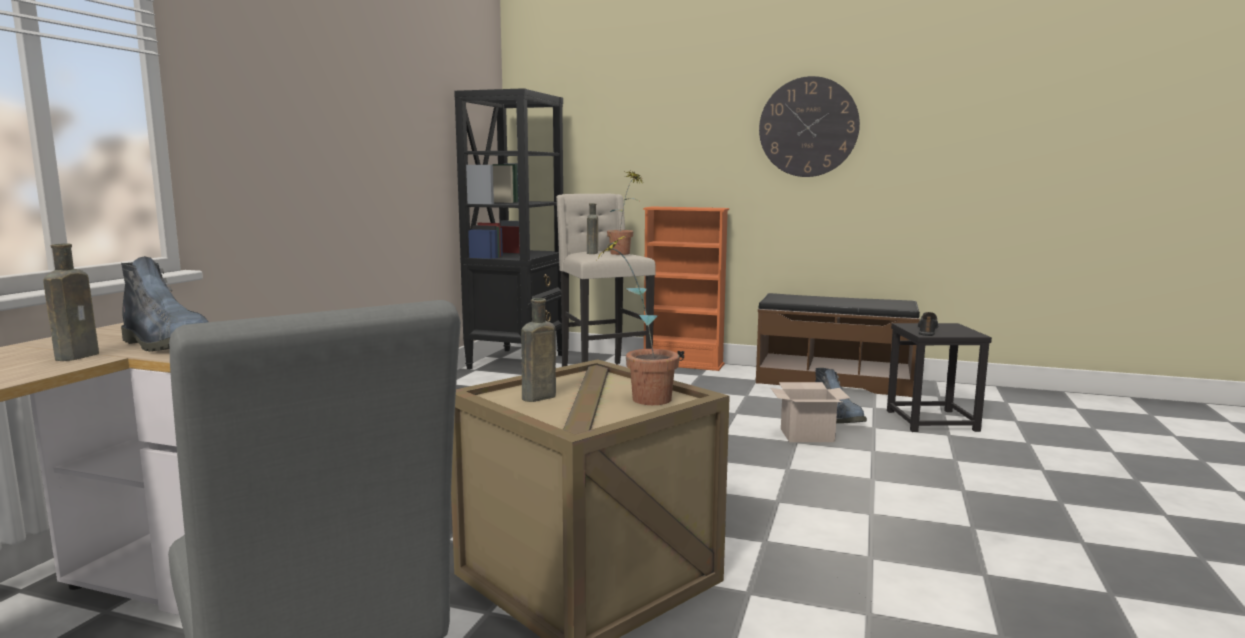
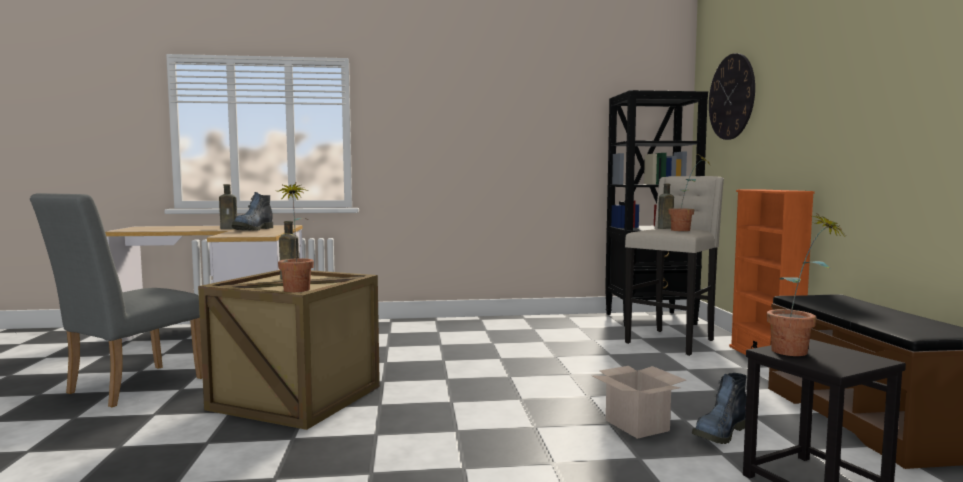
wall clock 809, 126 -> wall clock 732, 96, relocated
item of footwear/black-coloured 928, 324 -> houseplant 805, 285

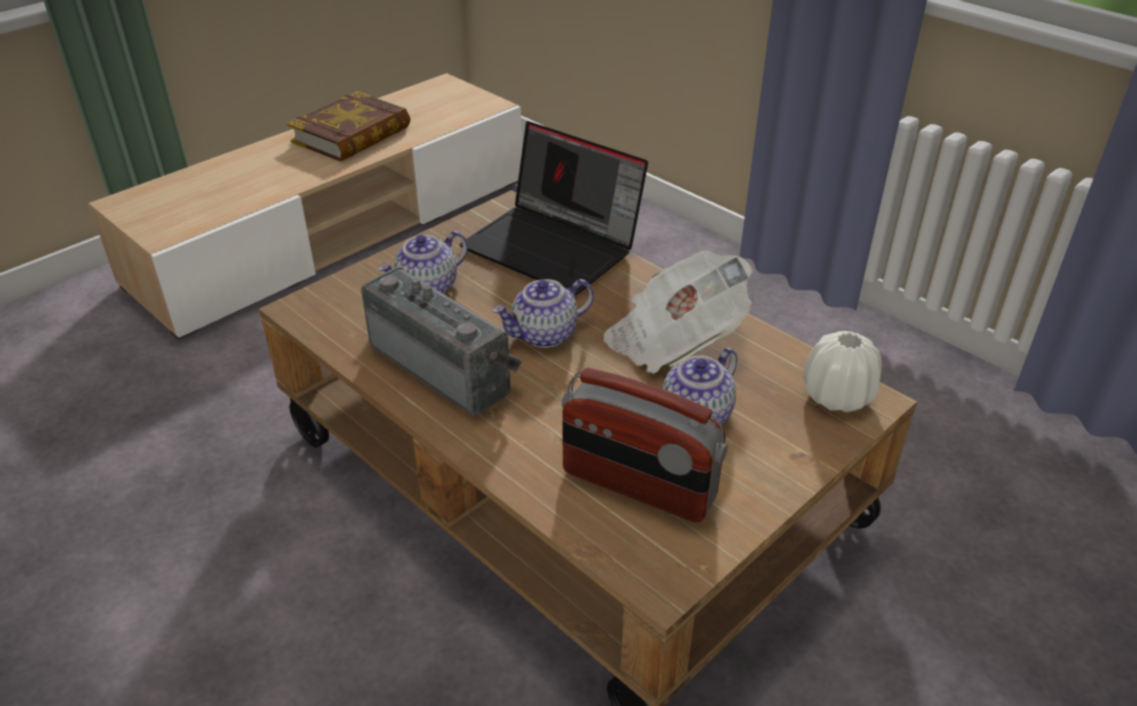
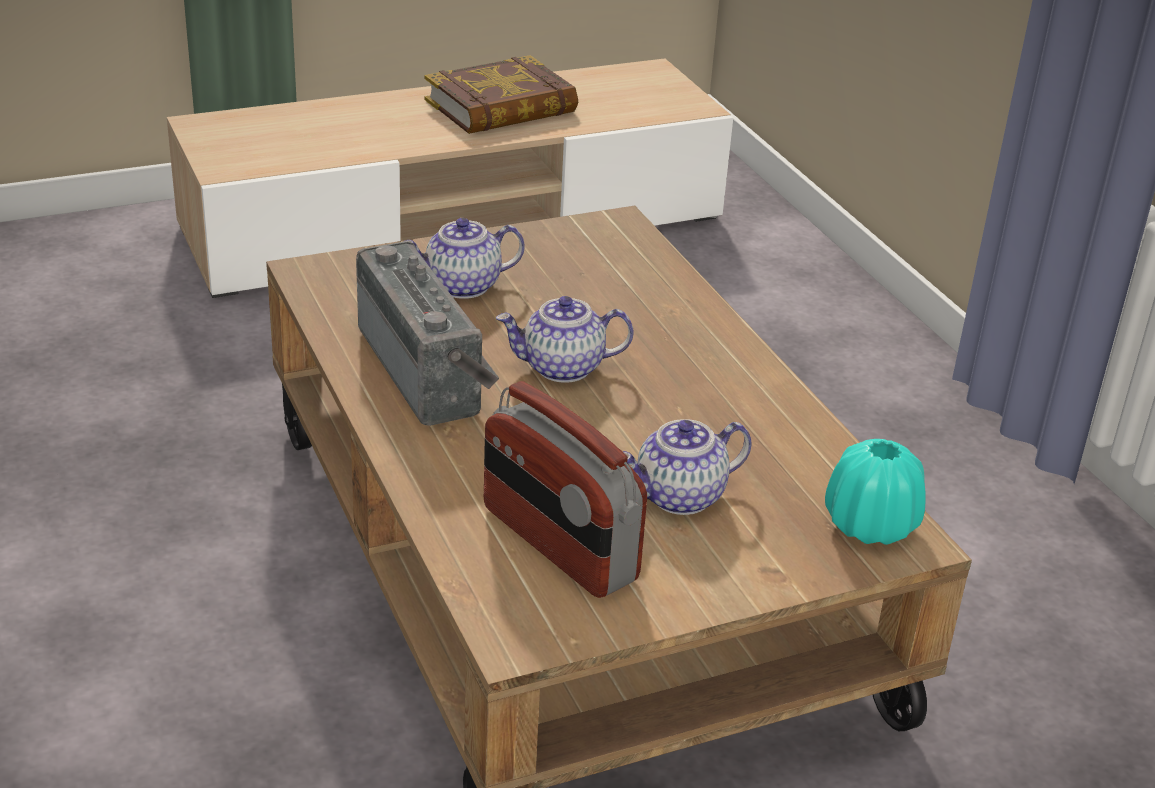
laptop 553, 208 -> none
newspaper 678, 312 -> none
vase/white-coloured 842, 371 -> vase/blue-green 875, 492

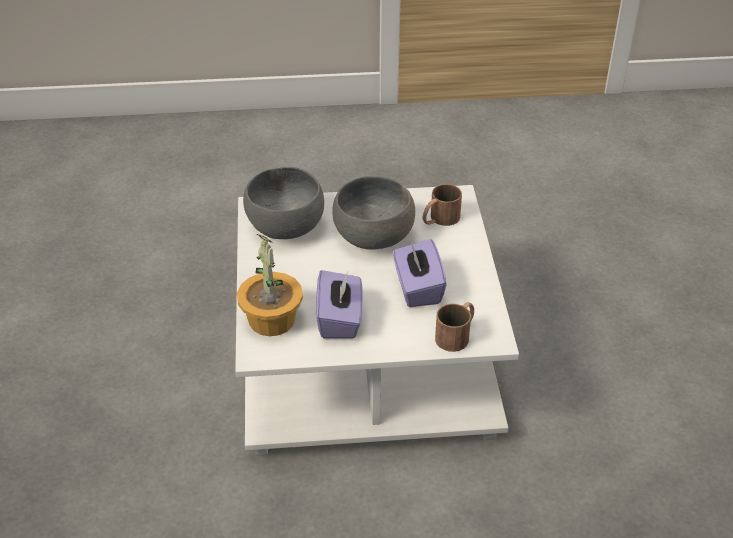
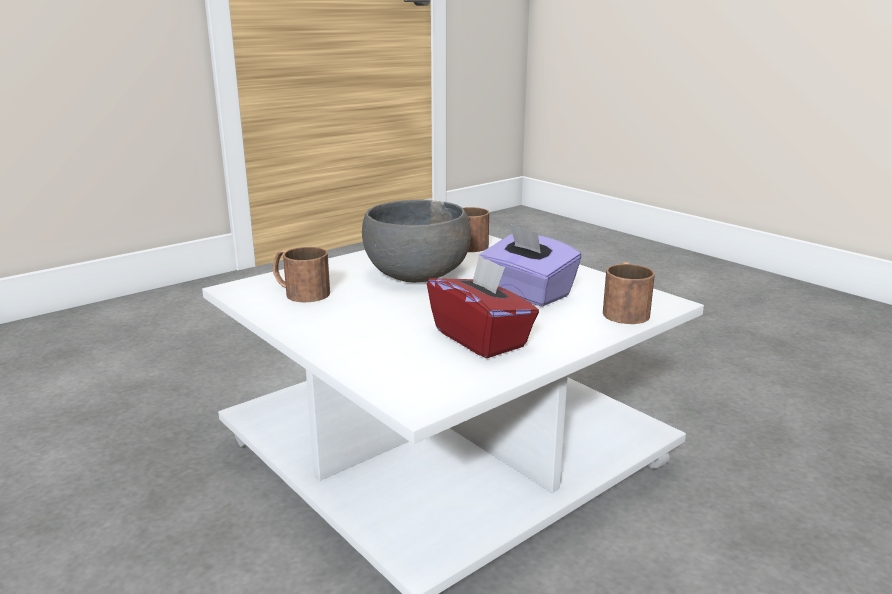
serving bowl/grey 283, 203 -> tea mug/brown 301, 274
houseplant 270, 285 -> none
tissue holder/purple-coloured 339, 304 -> tissue holder/red-coloured 483, 306

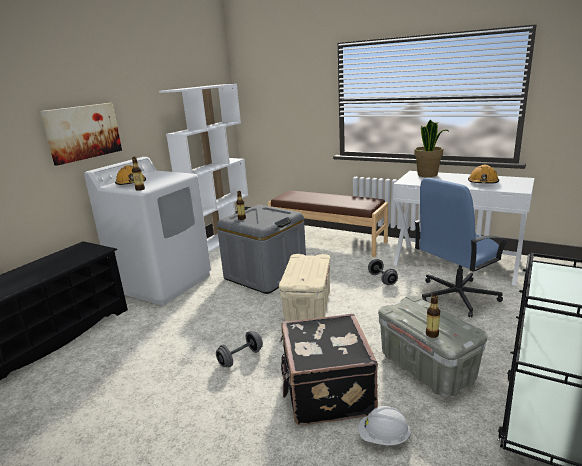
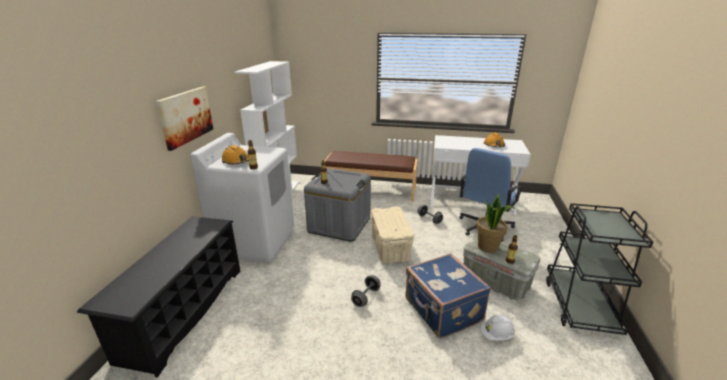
houseplant 431, 148 -> houseplant 495, 223, relocated
suitcase/black-coloured 329, 369 -> suitcase/bluish 448, 296

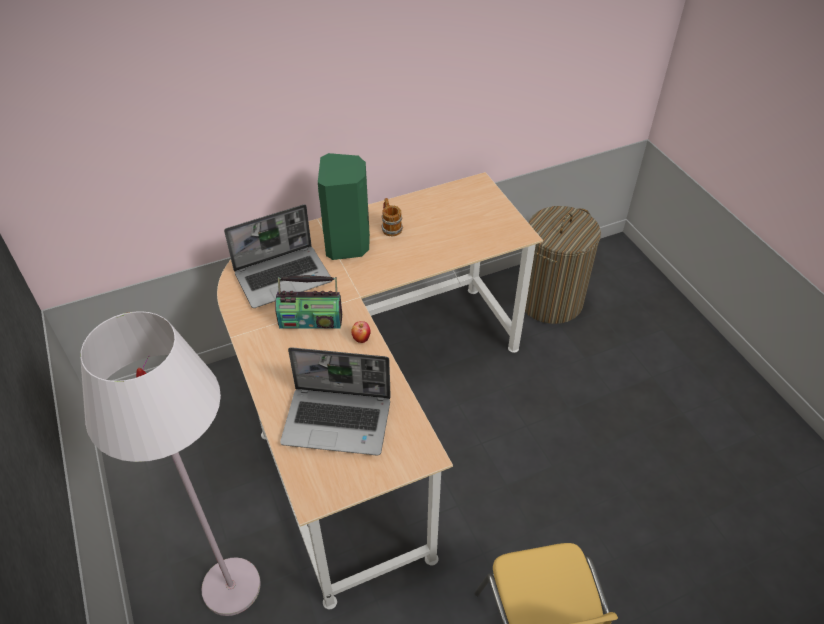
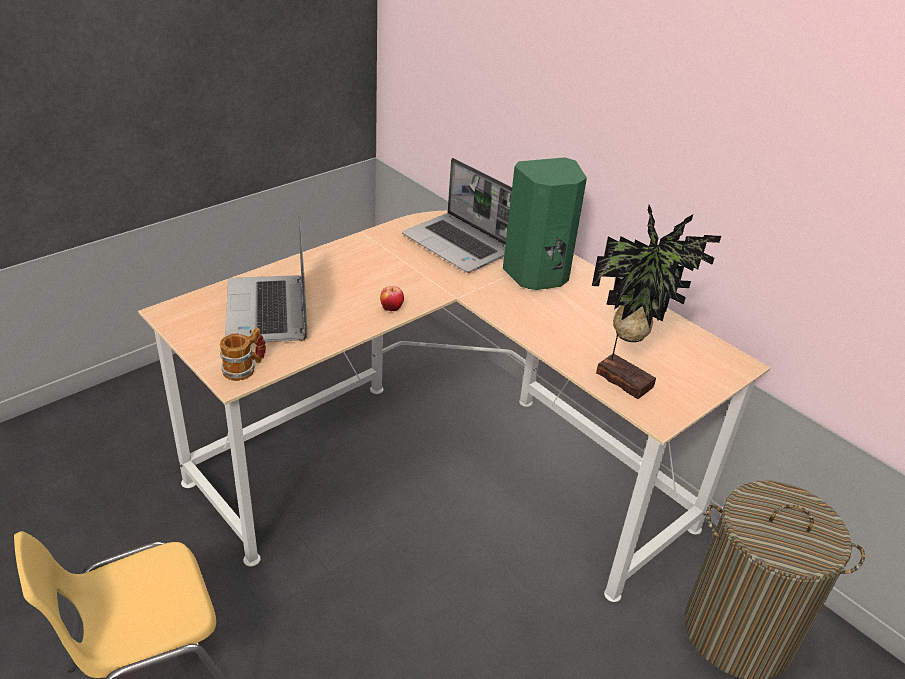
tea mug 392, 217 -> tea mug 243, 354, relocated
radio receiver 308, 302 -> none
floor lamp/white-coloured 170, 463 -> none
none -> houseplant 656, 302

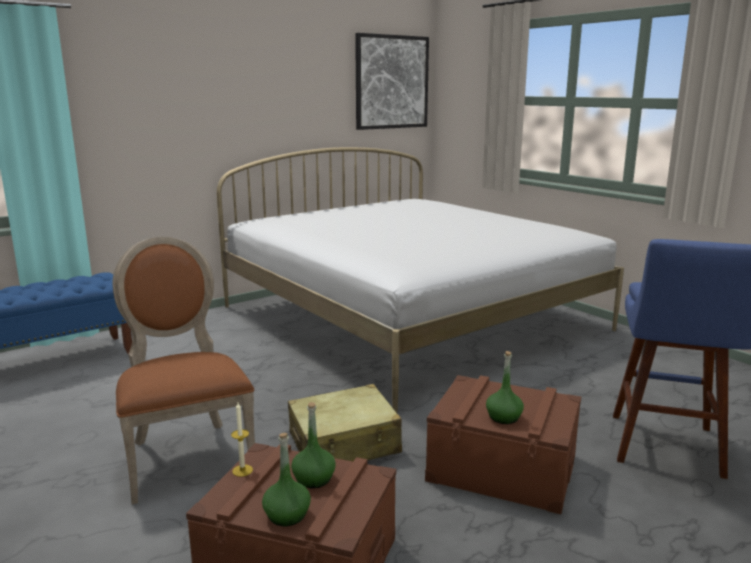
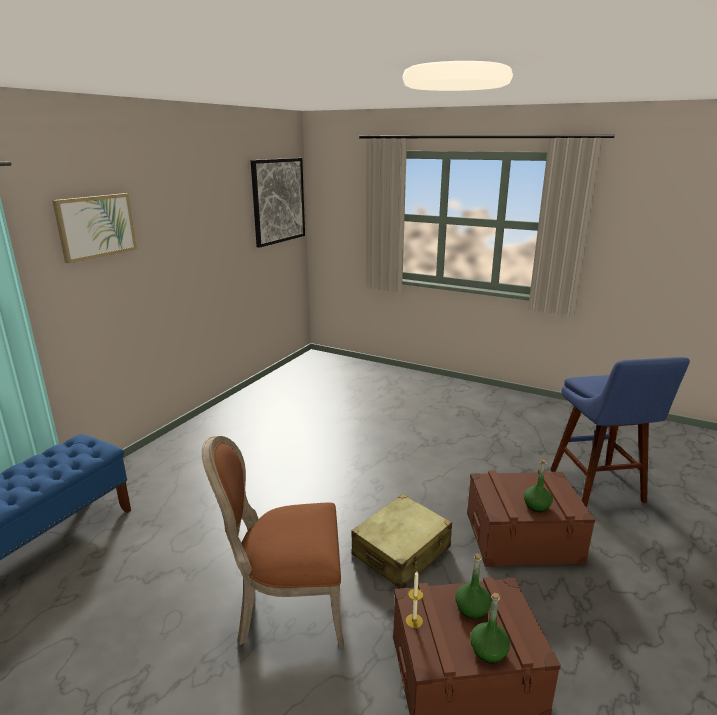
bedroom bed/white-coloured 420, 280 -> none
upright chair/brown 183, 370 -> upright chair/brown 273, 542, 45 degrees counterclockwise
none -> wall art 94, 228

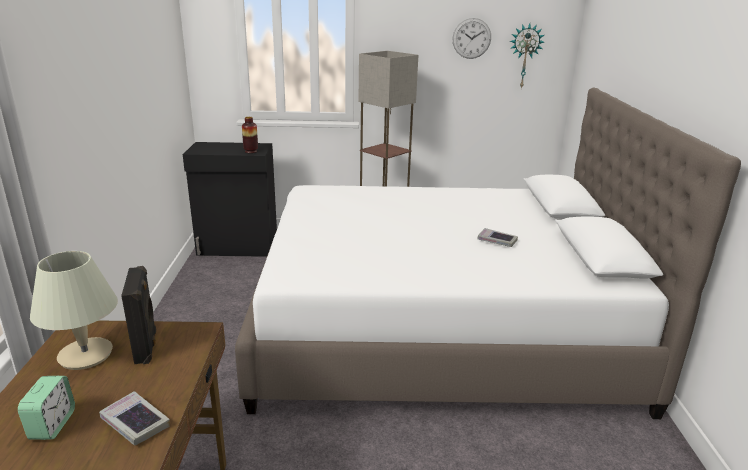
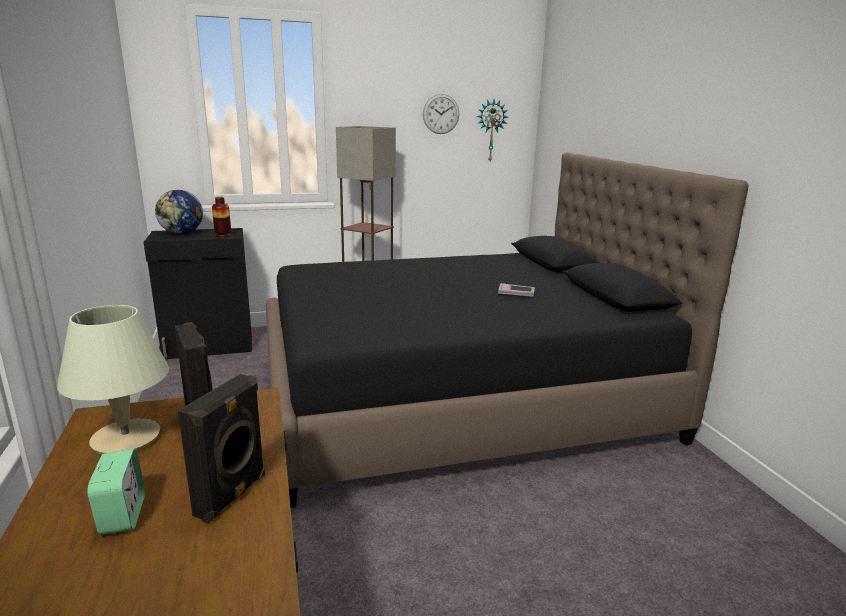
bedroom bed/white-coloured 488, 253 -> bedroom bed/black-coloured 507, 330
book 134, 418 -> loudspeaker/black-coloured 221, 449
none -> globe 179, 212

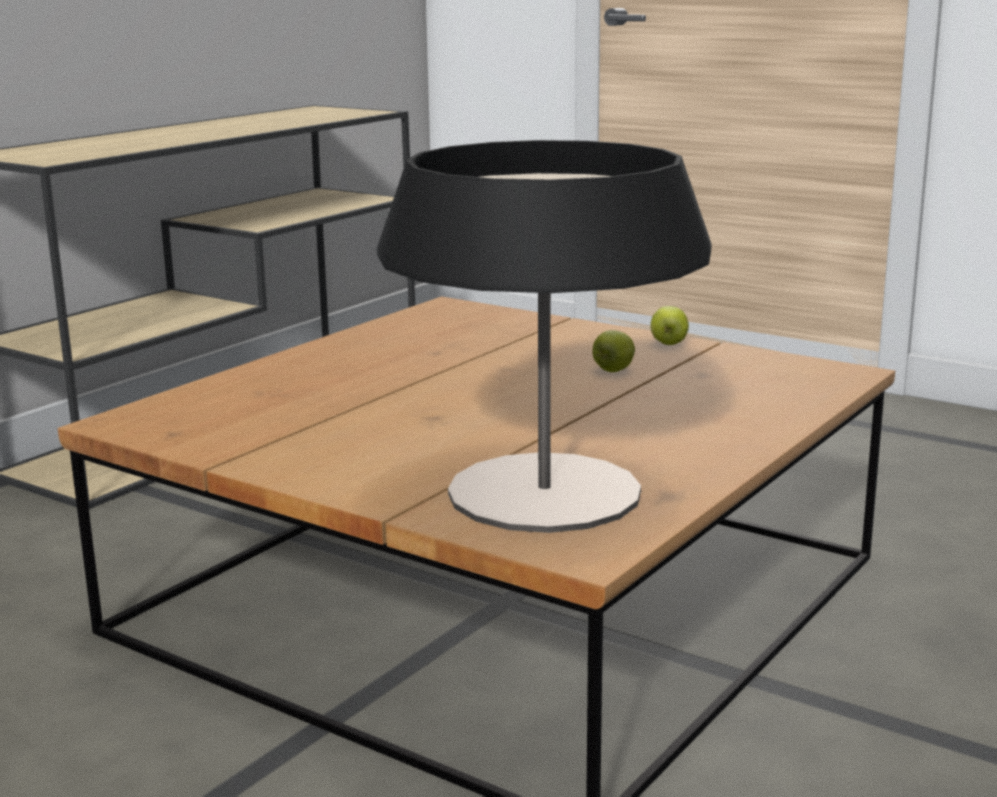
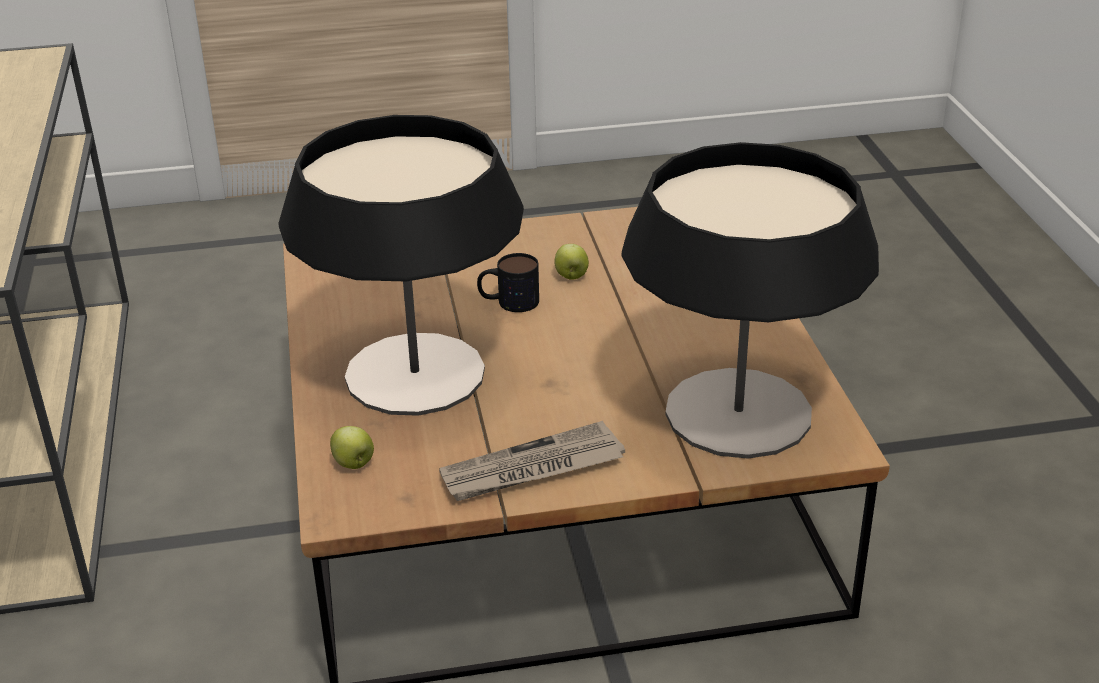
whole apple 670, 325 -> whole apple 352, 447, relocated
none -> lamp for a table 401, 265
none -> tea mug 508, 282
none -> newspaper 532, 461

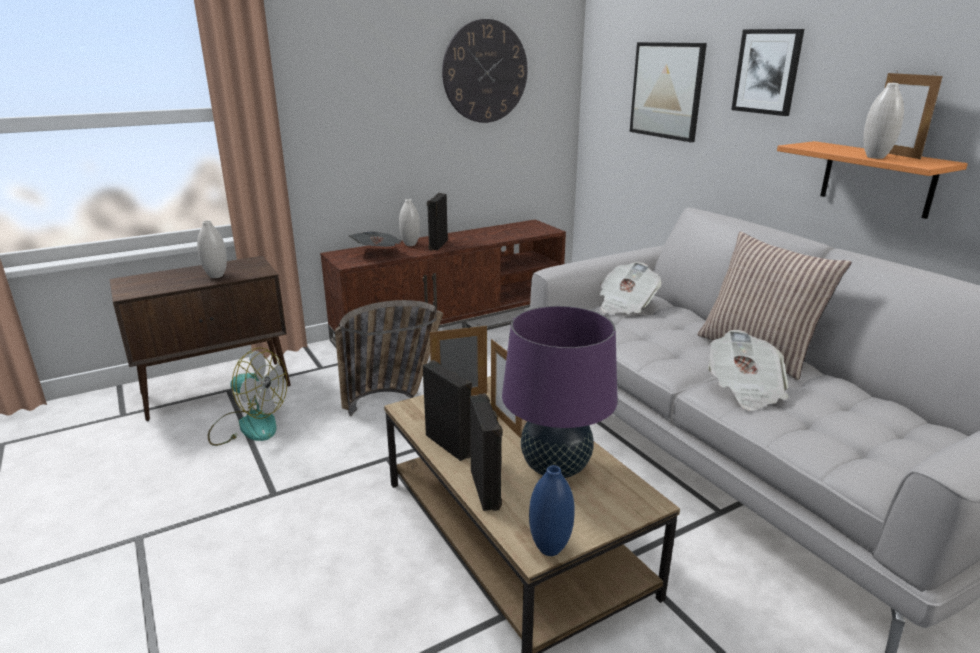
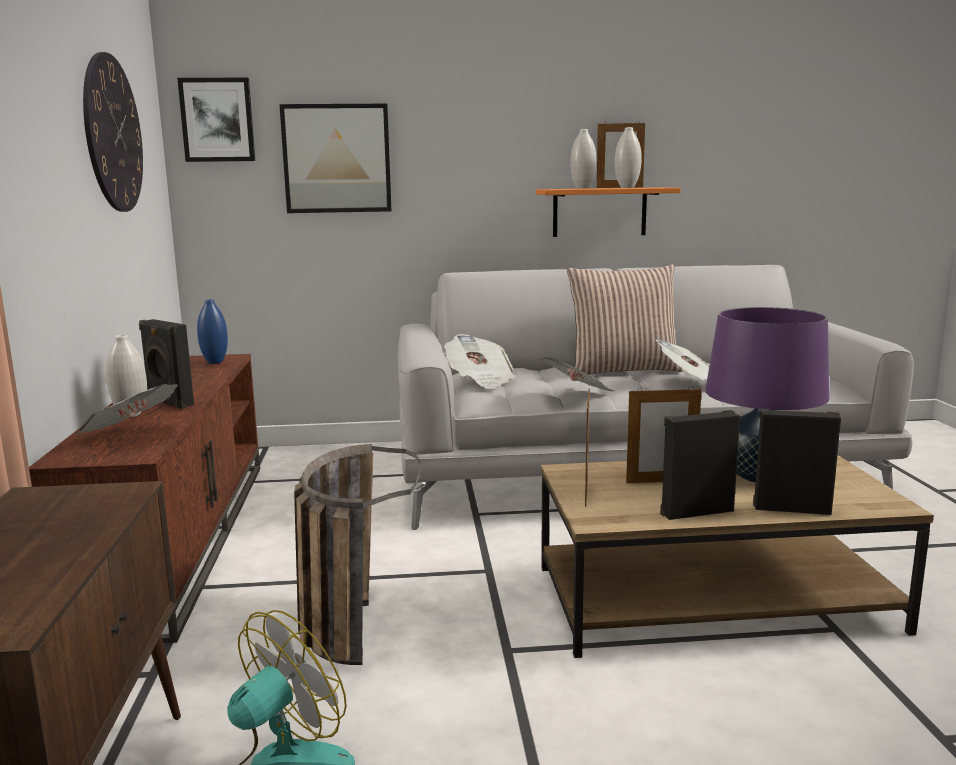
wall art 767, 72 -> wall art 216, 120, relocated
vase/white-coloured 212, 249 -> vase/white-coloured 583, 159, relocated
vase/bluish 552, 510 -> vase/bluish 212, 331, relocated
none -> newspaper 576, 374

